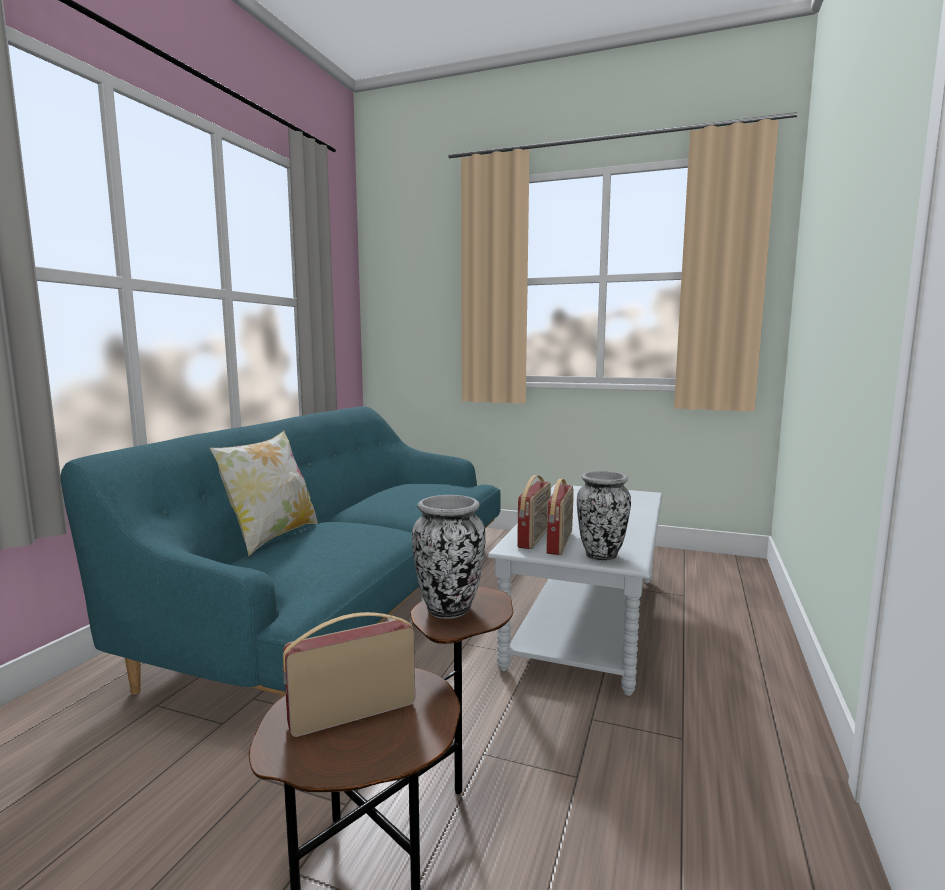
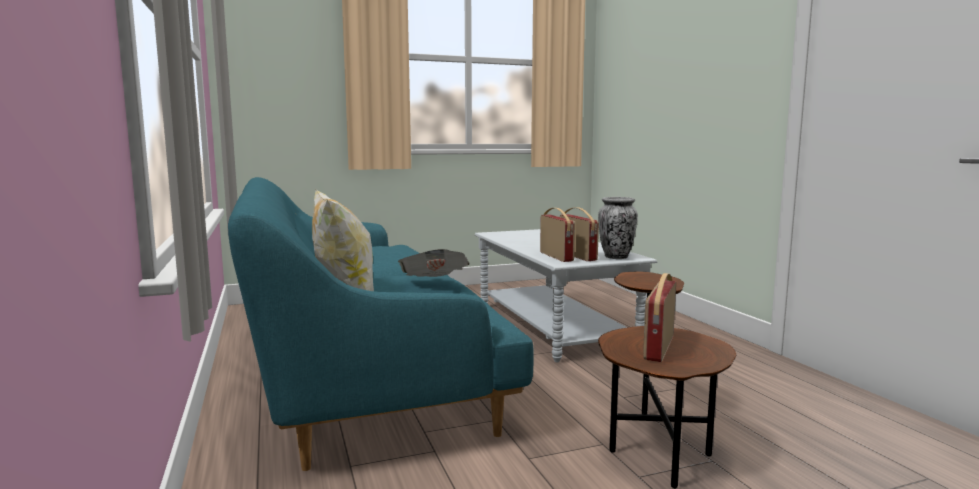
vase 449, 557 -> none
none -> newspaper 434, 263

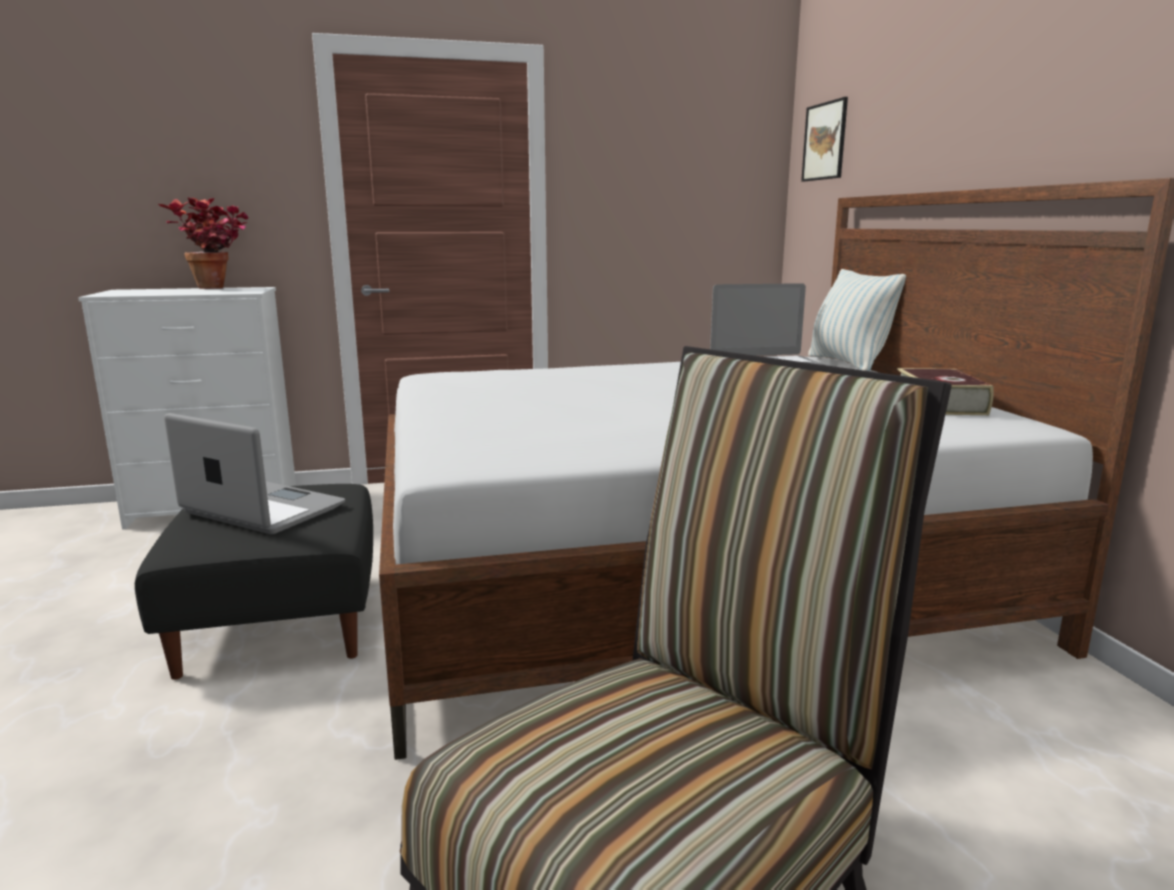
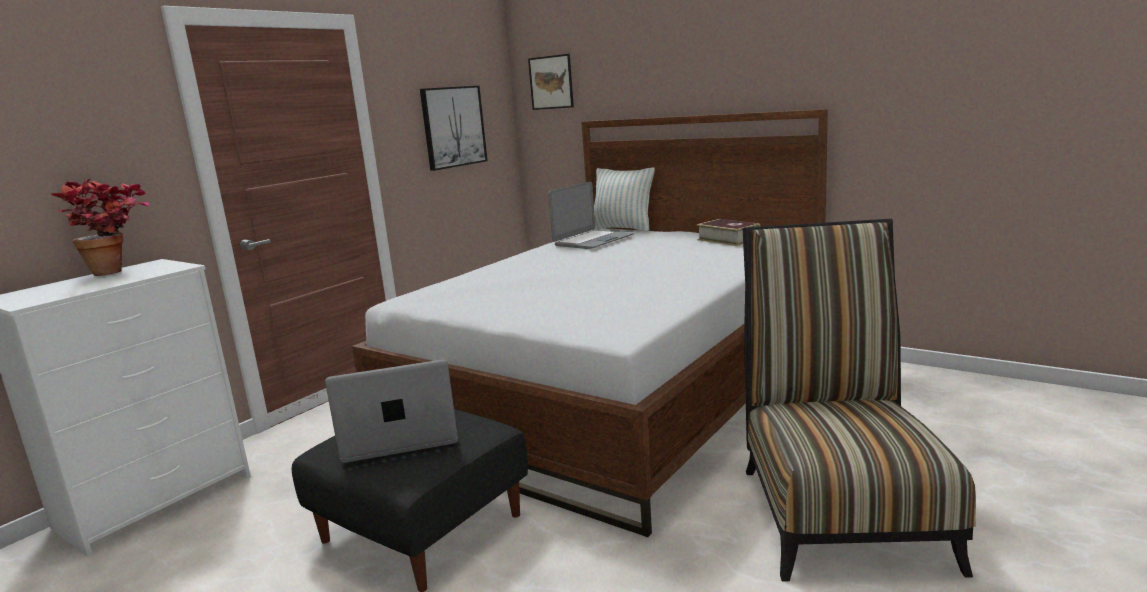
none -> wall art 454, 128

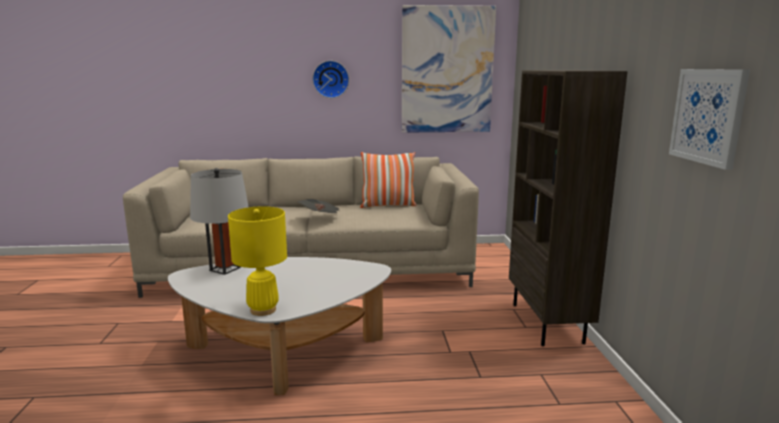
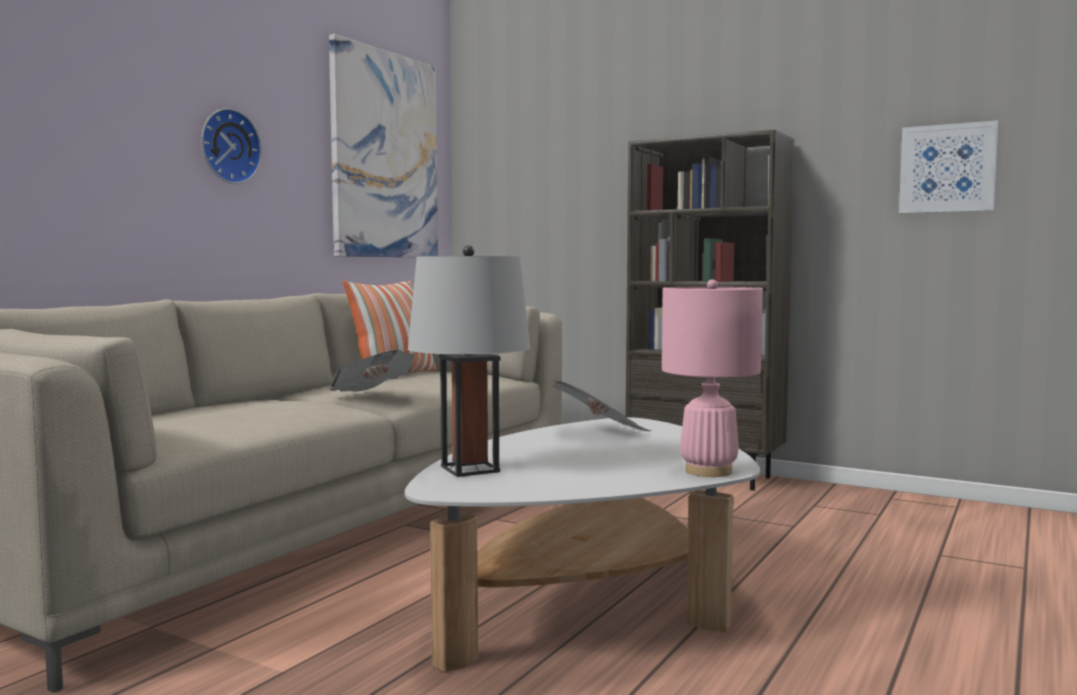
lamp for a table/yellowish 257, 261 -> lamp for a table/pink-coloured 712, 378
none -> newspaper 601, 406

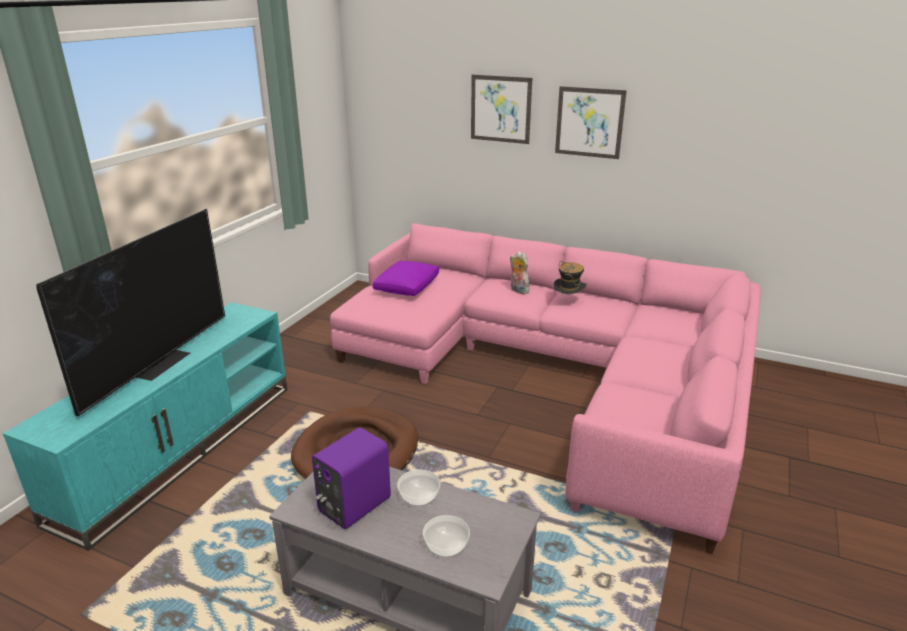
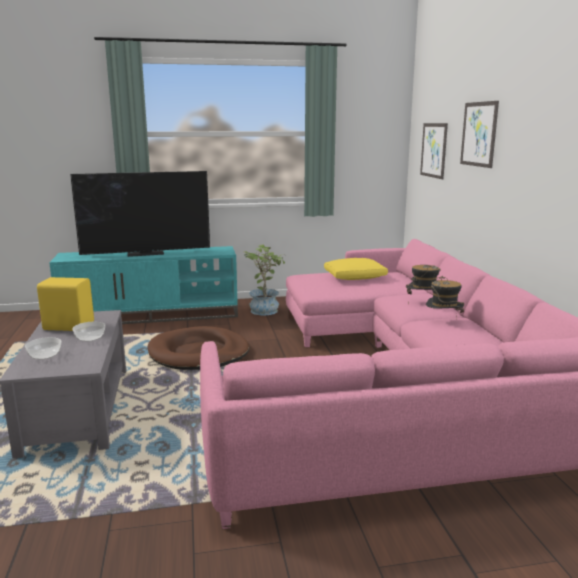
wall art 591, 122 -> wall art 434, 151, relocated
plush toy 519, 272 -> wearable hat 423, 284
throw pillow/purple-coloured 406, 278 -> throw pillow/yellowish 356, 269
loudspeaker/purple-coloured 351, 478 -> loudspeaker/yellowish 65, 304
none -> houseplant 264, 279

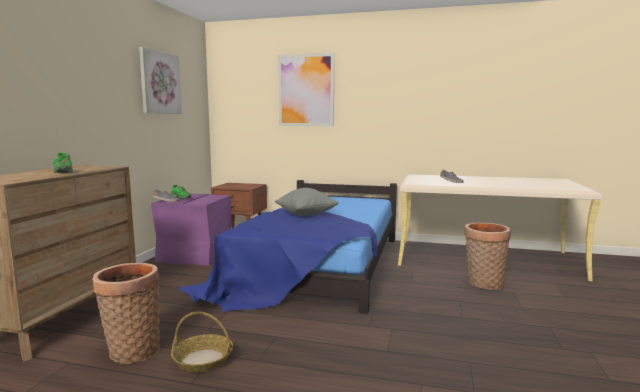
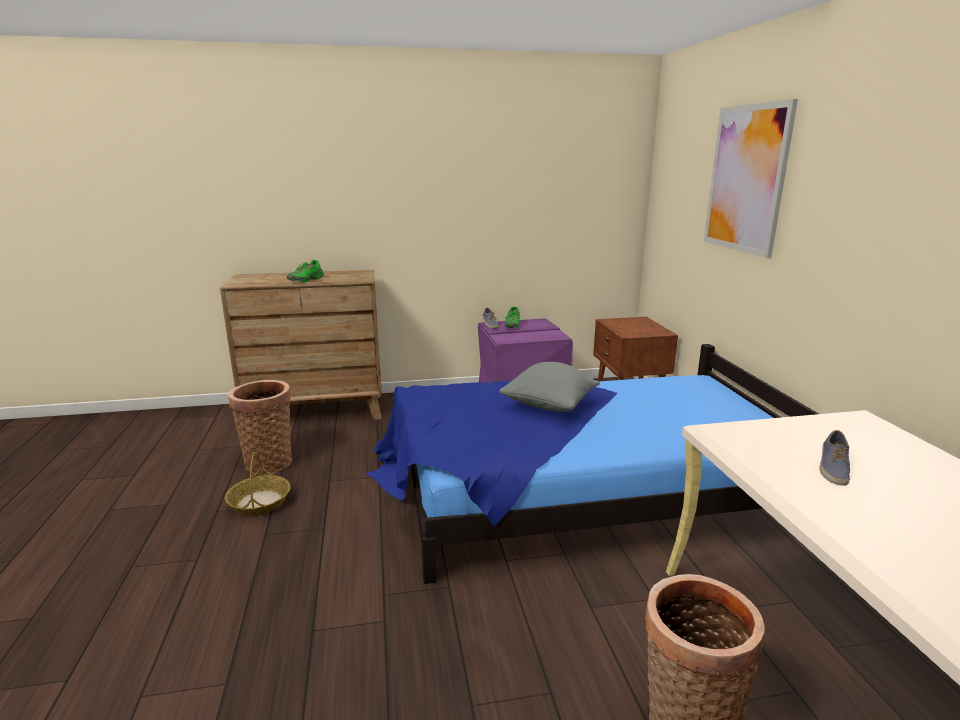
wall art 160, 80 -> none

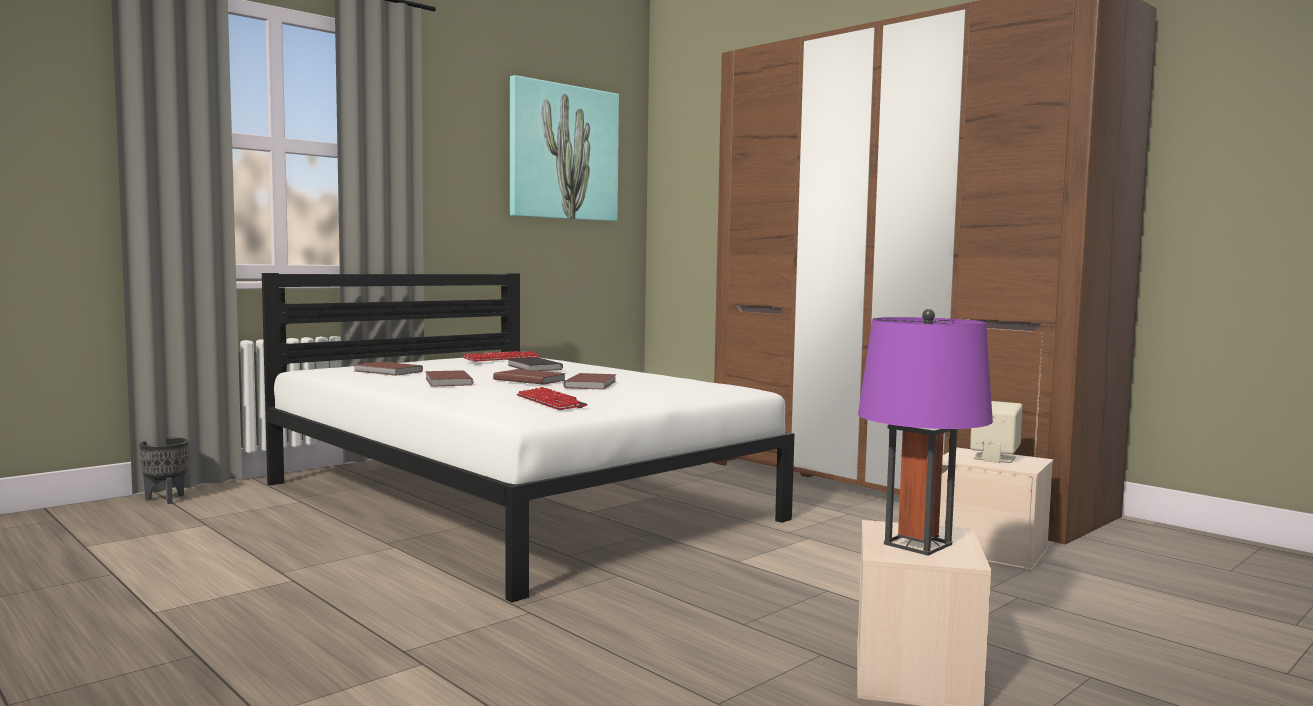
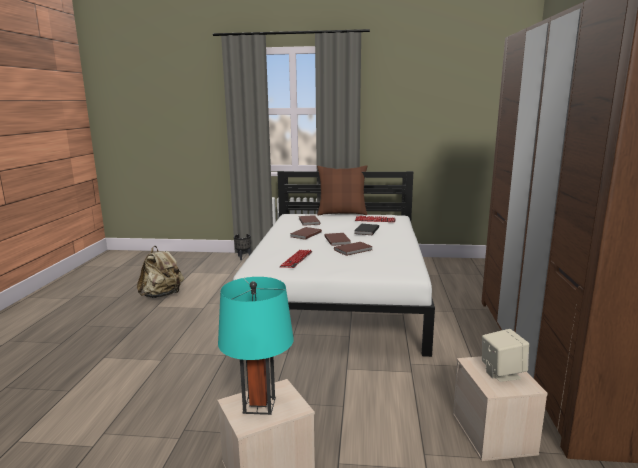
wall art 564, 148 -> none
lamp for a table/purple-coloured 925, 432 -> lamp for a table/blue-green 256, 346
none -> throw pillow/brown 342, 190
none -> rucksack/beige 160, 272

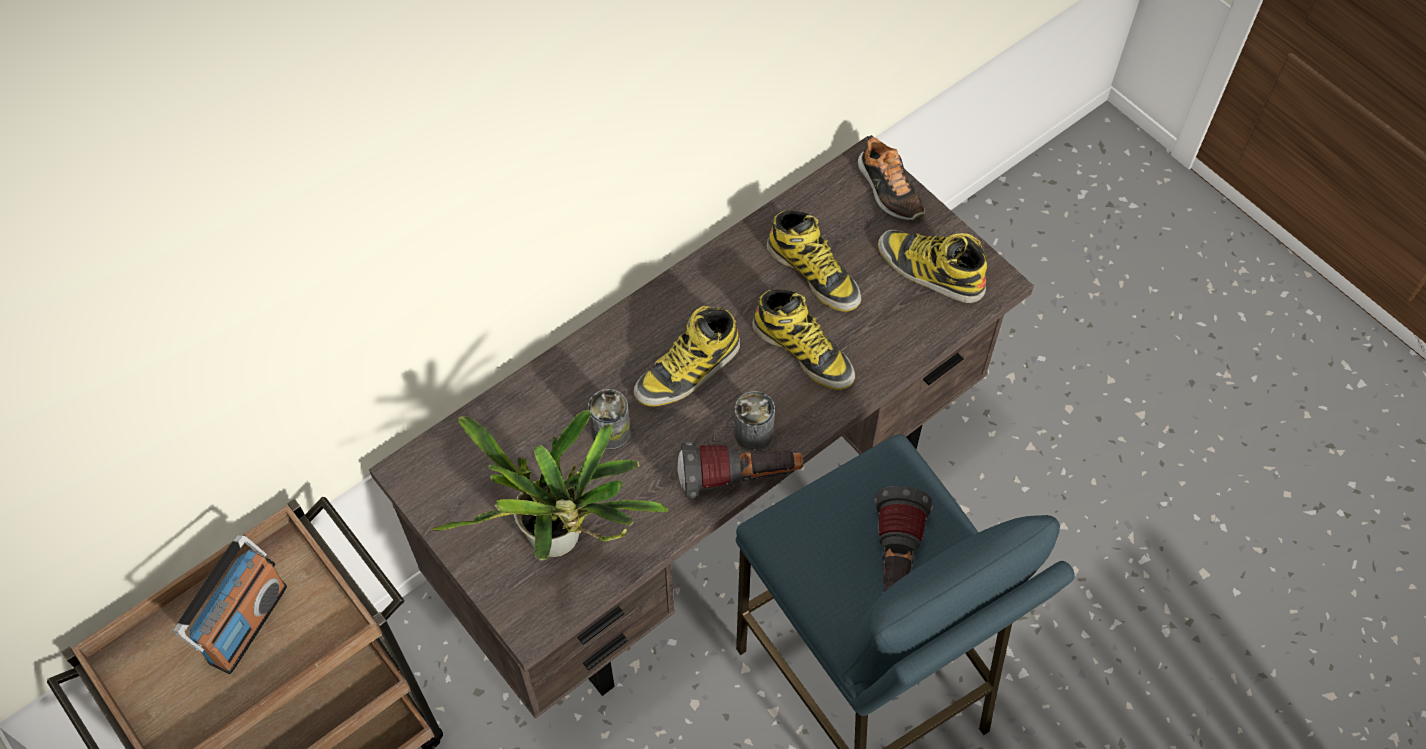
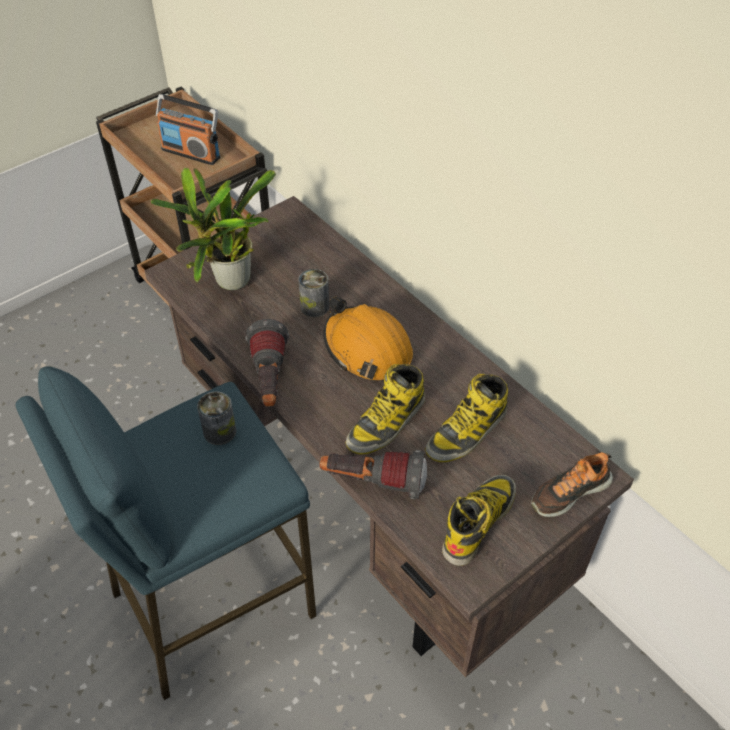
high-top boot 687, 356 -> work helmet/orange 368, 339
metal can 754, 421 -> metal can 216, 418, relocated
hand torch 903, 539 -> hand torch 373, 474, relocated

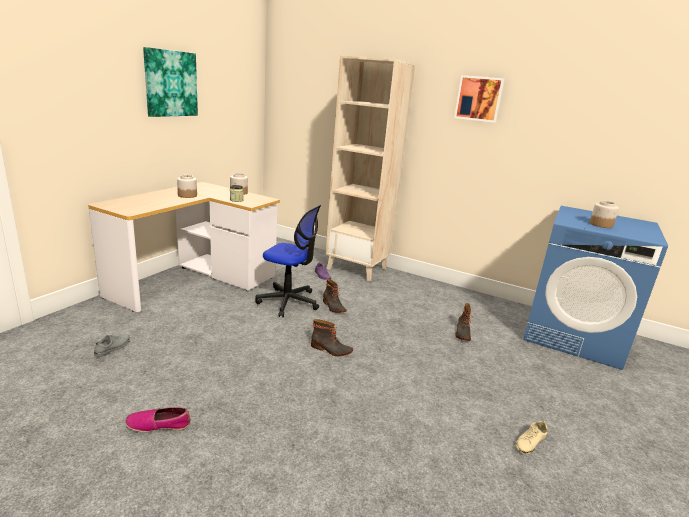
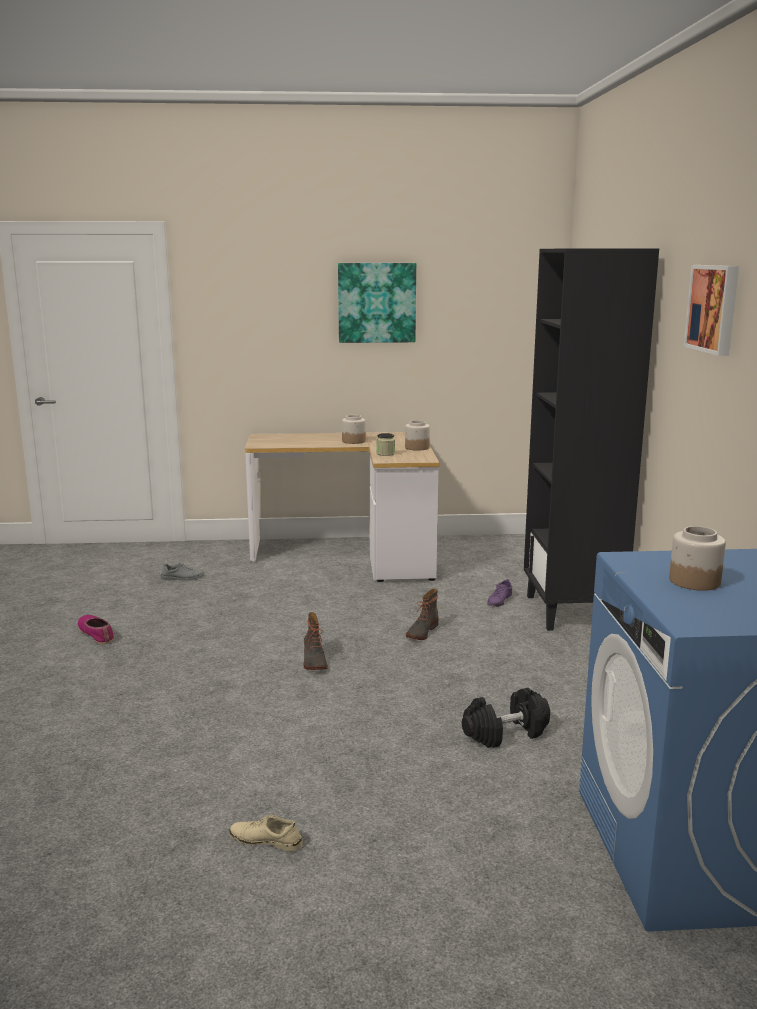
bookcase/beige 370, 168 -> bookcase/black-coloured 591, 439
desk chair 288, 261 -> none
high-top boot 464, 322 -> free weight/black-coloured 506, 718

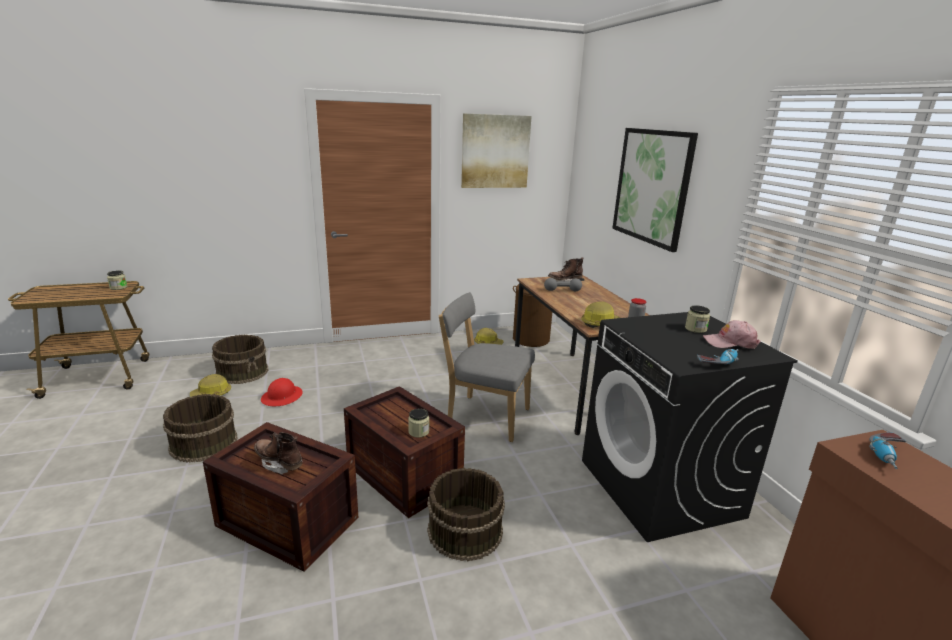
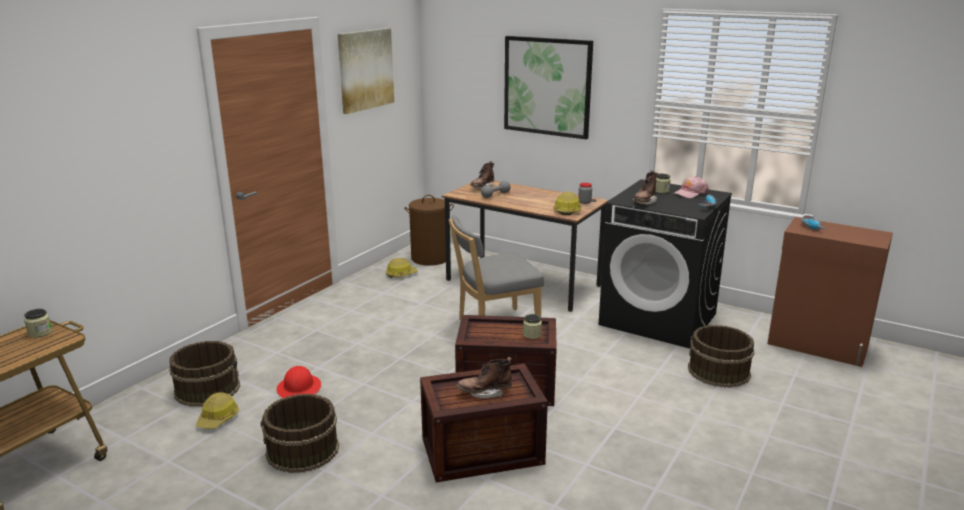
bucket/brown 466, 514 -> bucket/brown 721, 356, relocated
none -> high-top boot/brown 645, 187

